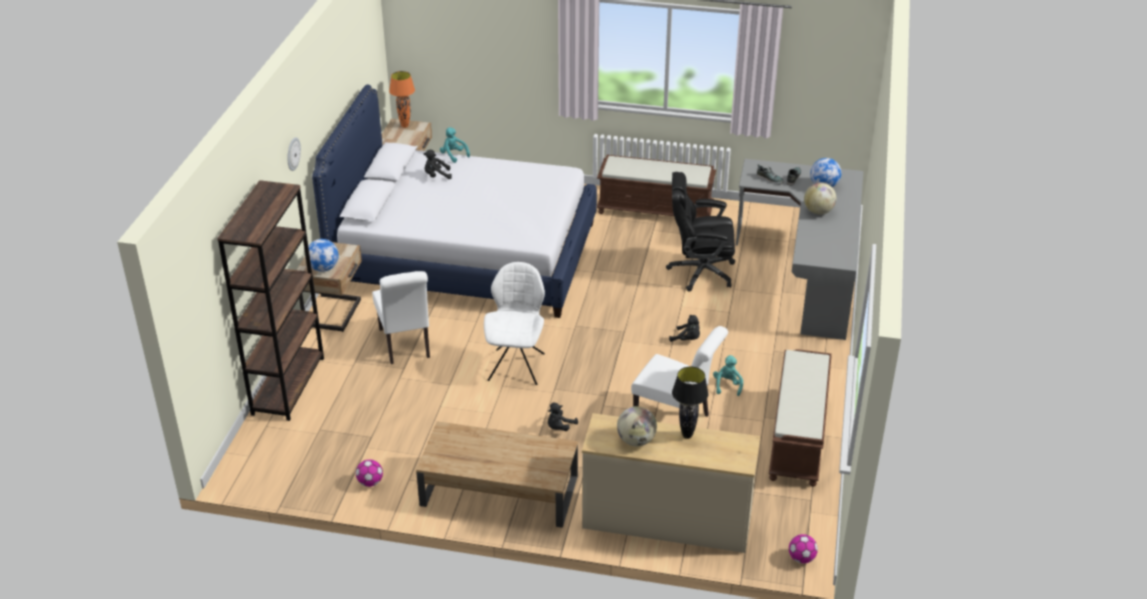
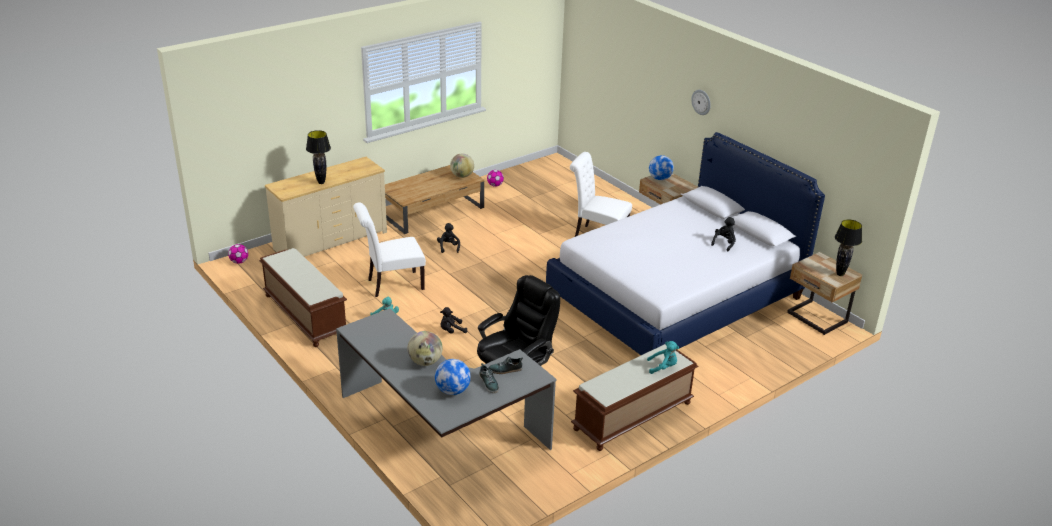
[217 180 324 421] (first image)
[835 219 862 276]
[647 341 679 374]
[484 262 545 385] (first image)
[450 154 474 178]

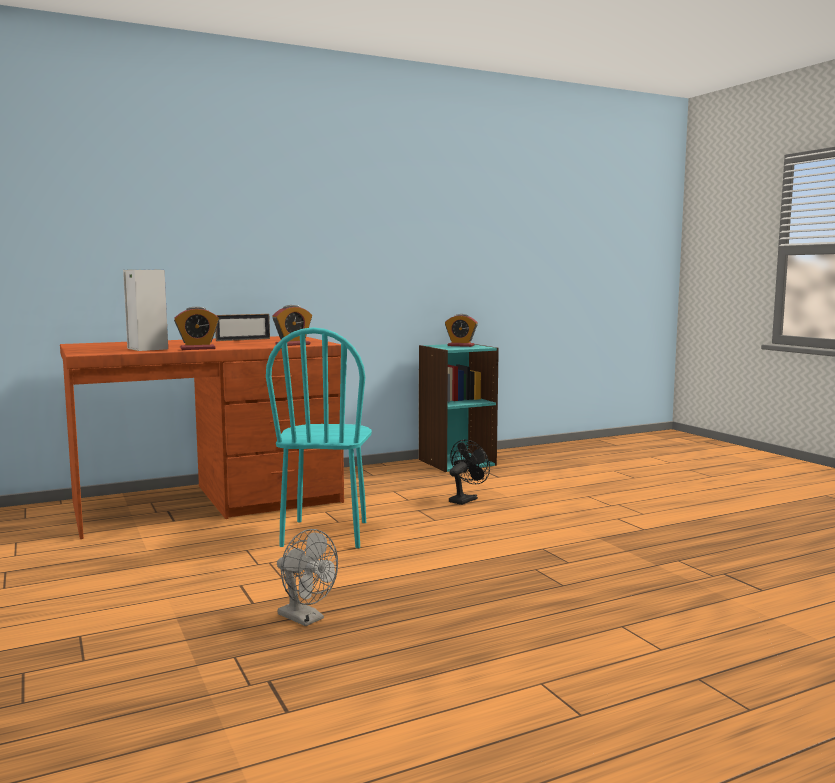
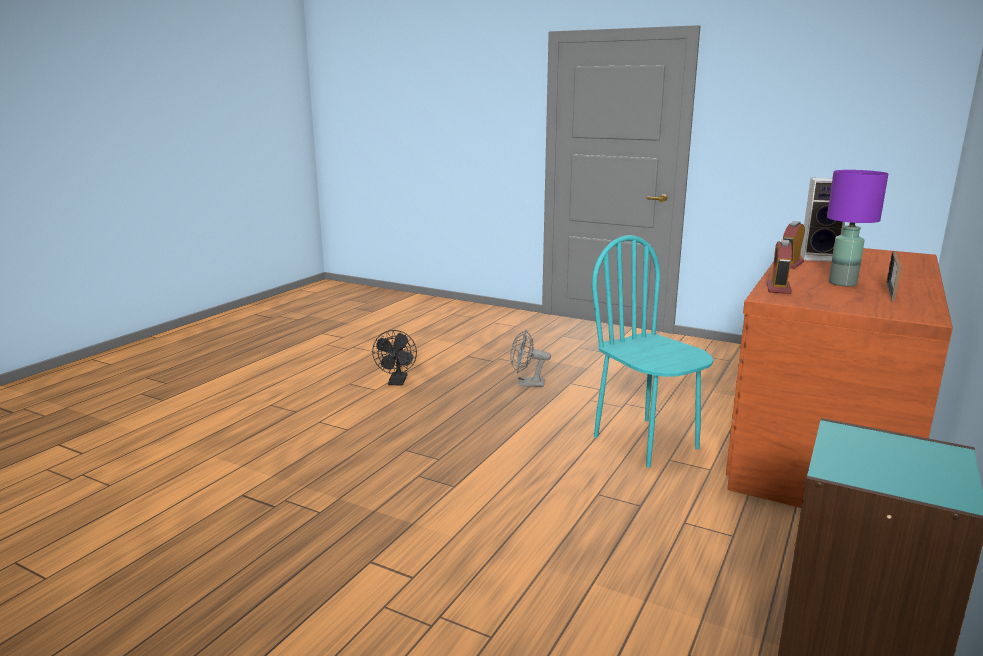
[445 314 478 347] (first image)
[372 330 417 386]
[827 170 888 286]

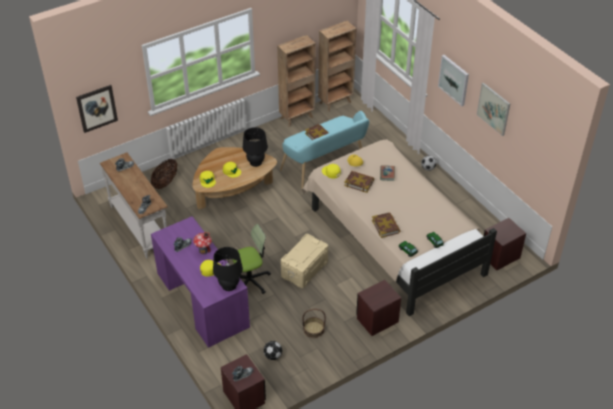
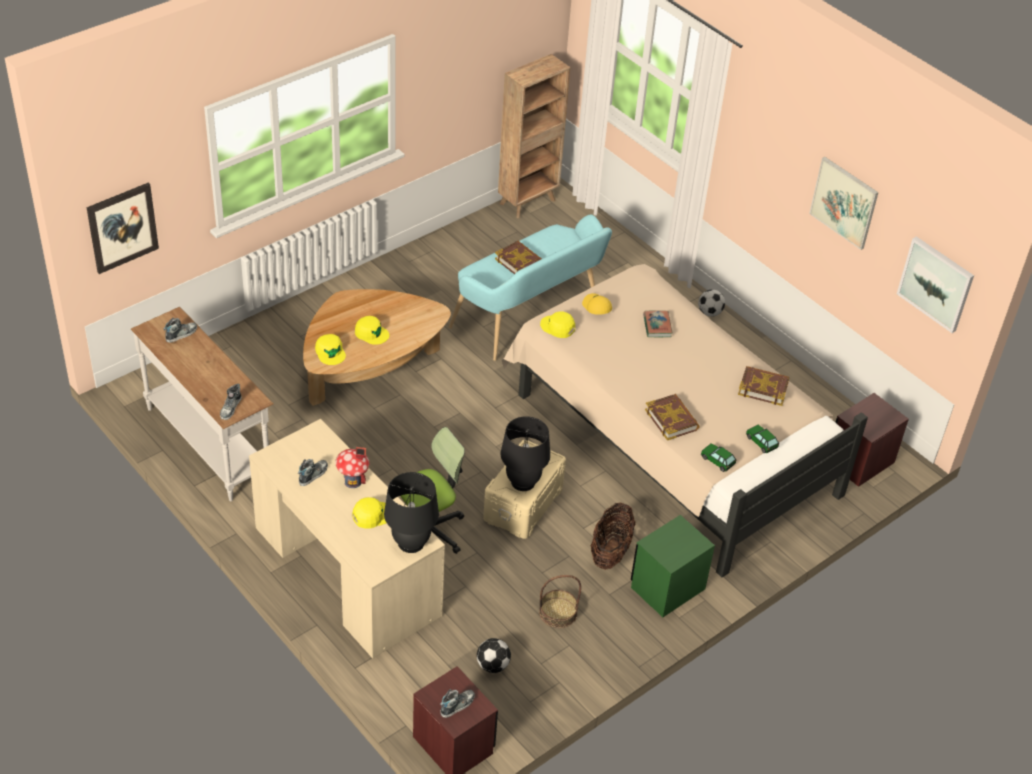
[591 502 635 570]
[249 419 445 658]
[501 416 550 491]
[277 35 316 127] (first image)
[738 366 790 406]
[631 515 715 617]
[897 236 974 333]

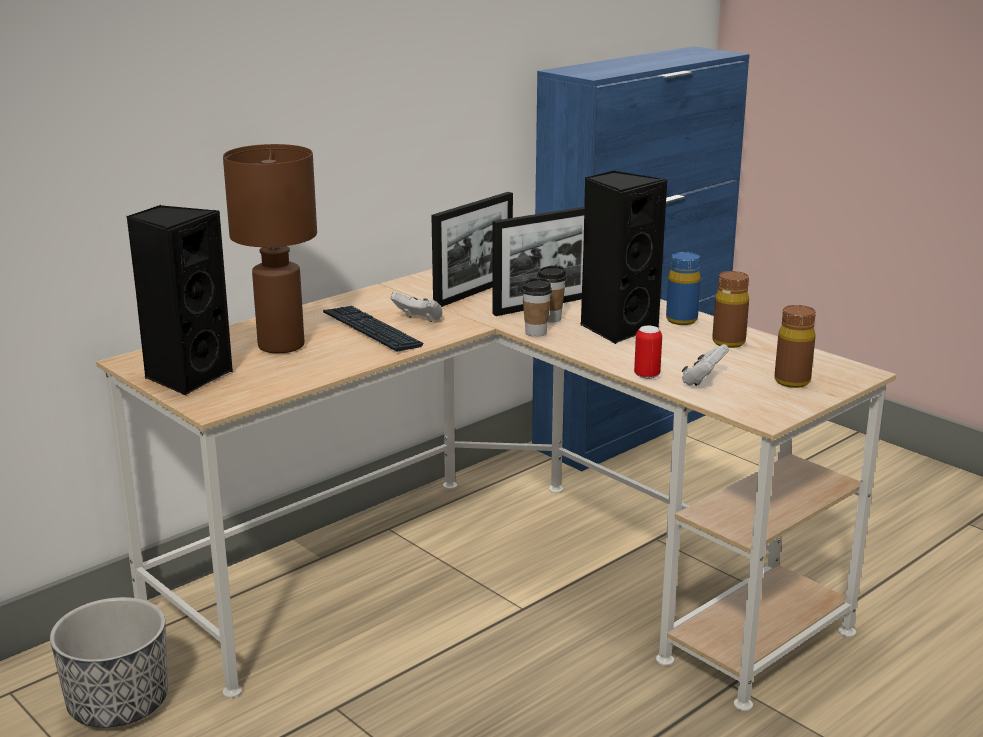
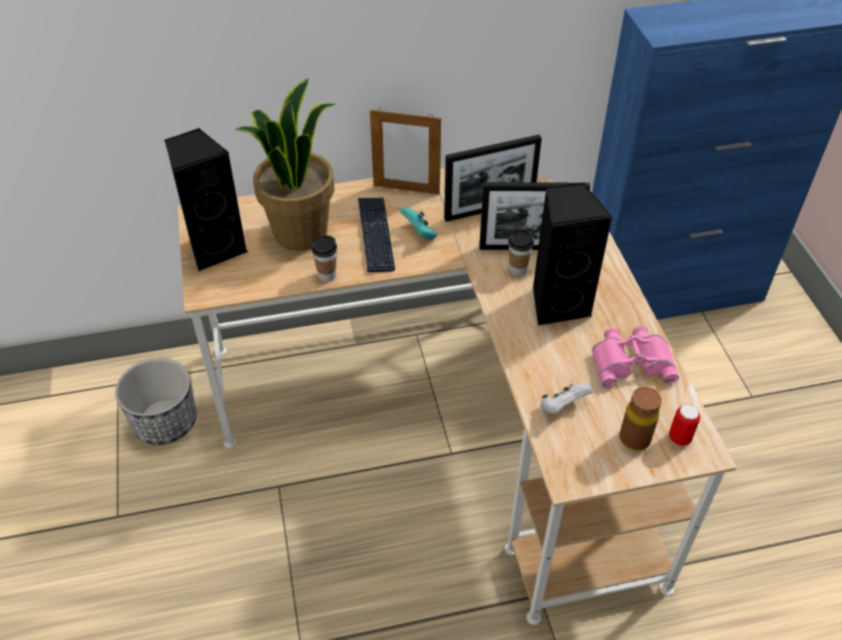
[235 79 335 251]
[400 207 437 240]
[311 235 337 282]
[669 404 700 446]
[666 252 701 325] (first image)
[592 326 679 388]
[370 108 441 194]

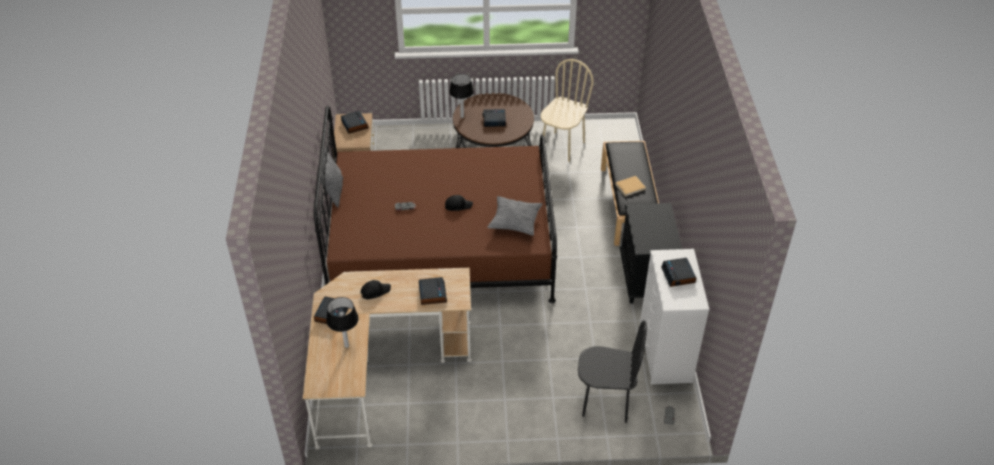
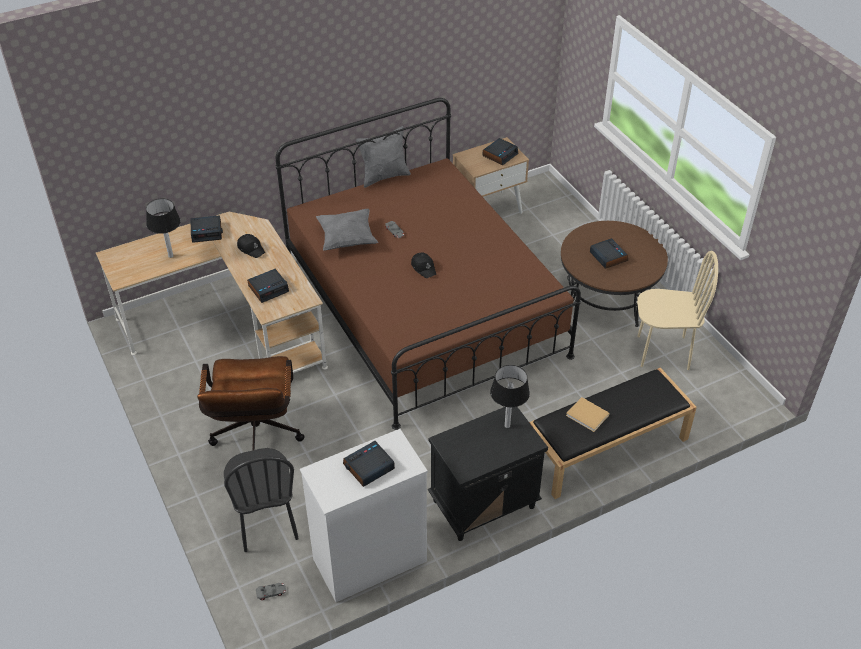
[490 365 530 428]
[316 209 378 250]
[197 356 305 450]

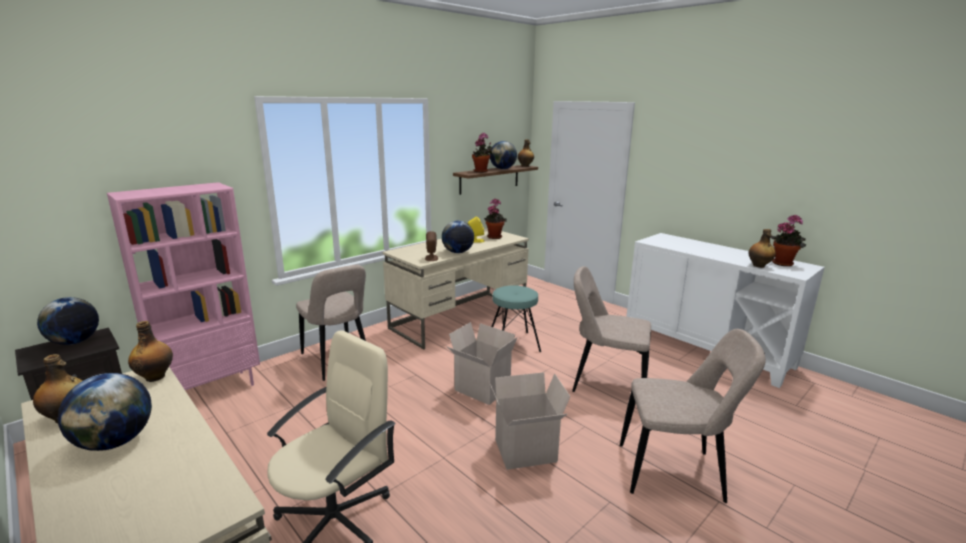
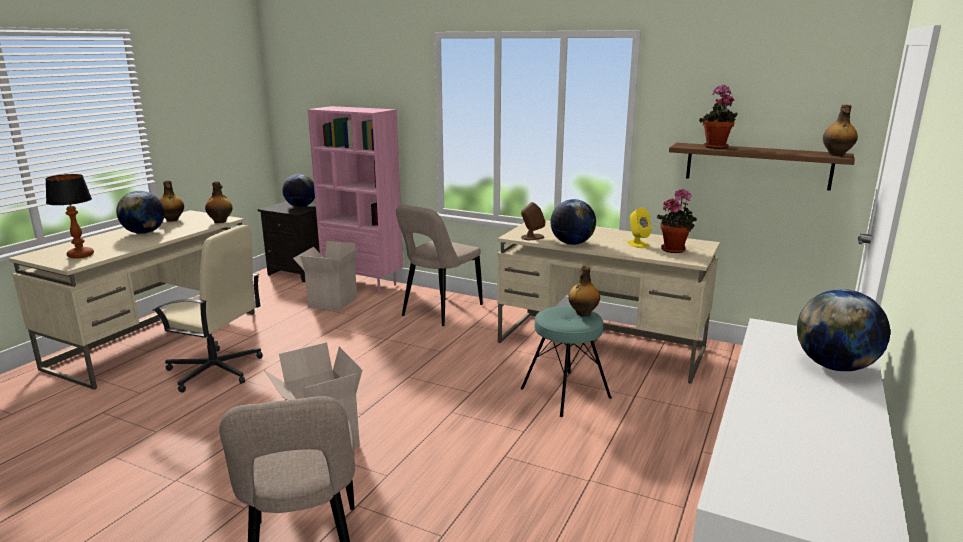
[293 241 359 311]
[797 289 890 371]
[572 266 651 392] (first image)
[568 266 600 316]
[770 214 806 266] (first image)
[46 174 94 259]

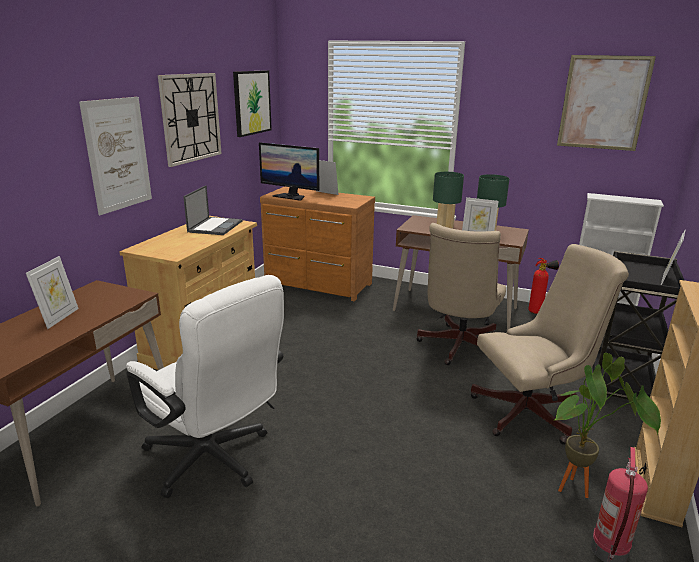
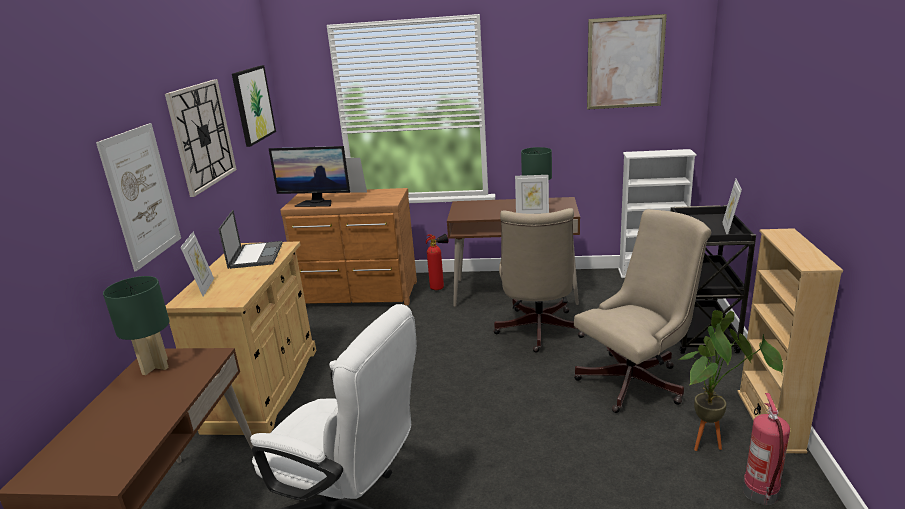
[180 231 214 297]
[103 276 170 375]
[426 234 449 290]

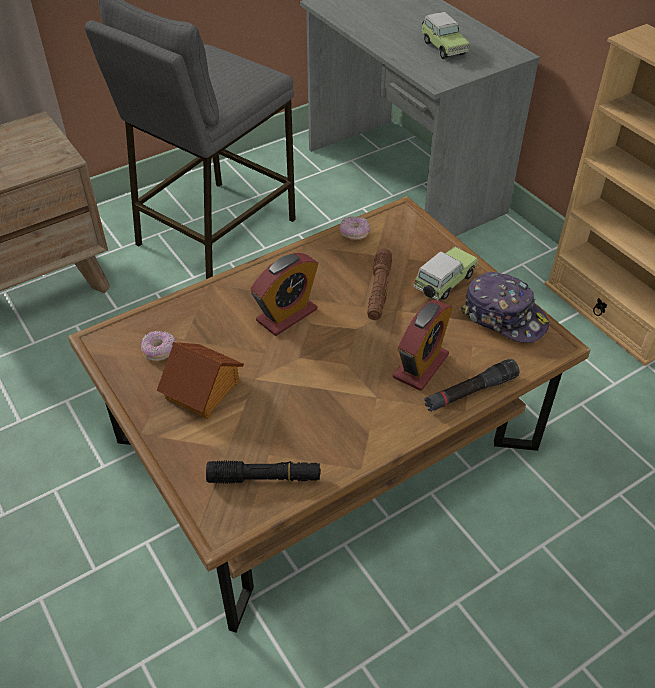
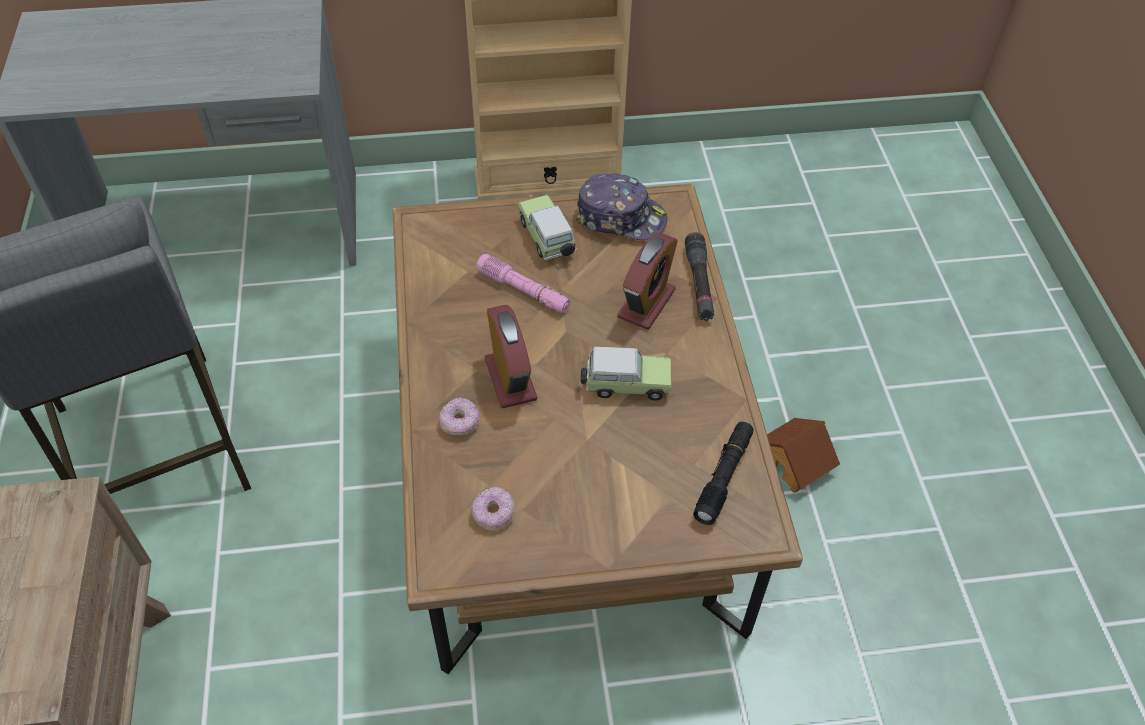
[767 418 840 493]
[439 397 480 436]
[476 254 570 313]
[617 233 678 330]
[581 347 671 401]
[576 173 667 240]

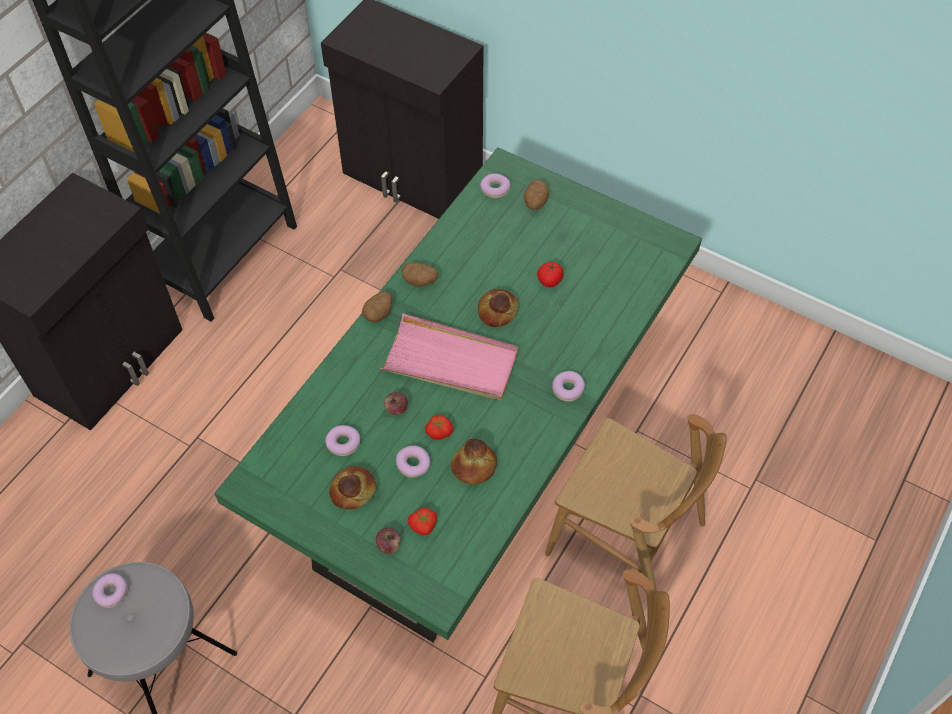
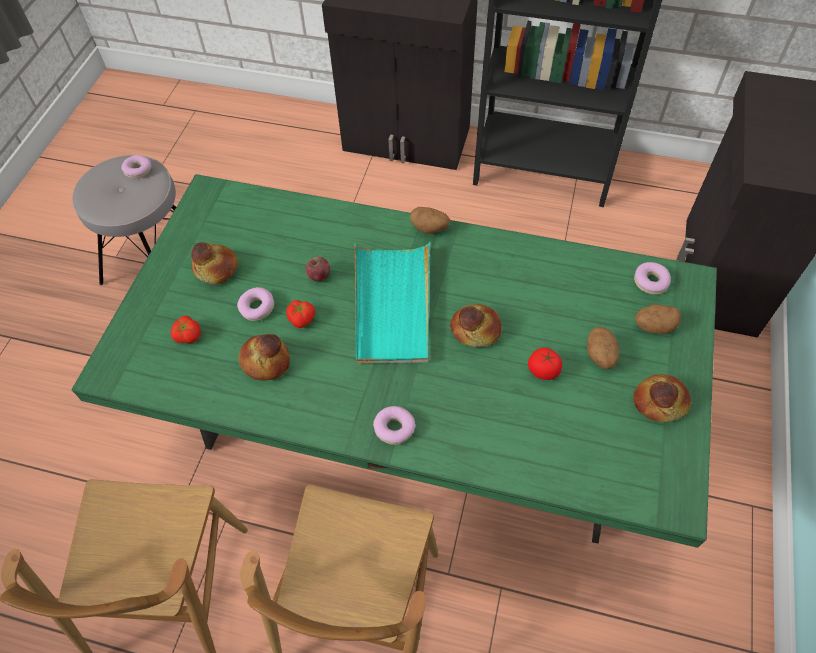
[325 425 360 456] (first image)
[376 528 401 554] (first image)
[355 242 430 363]
[587 327 619 369]
[633 374 691 422]

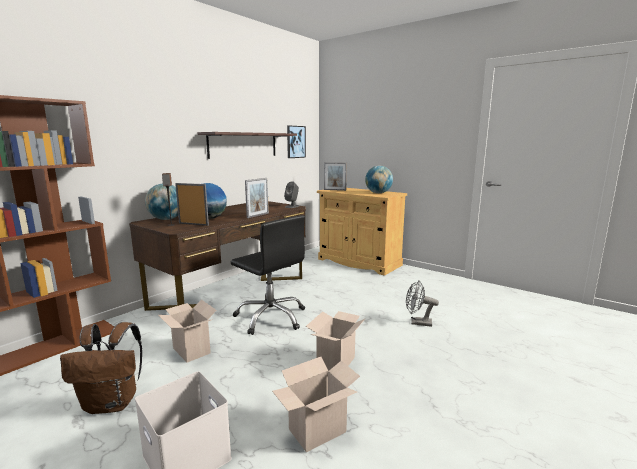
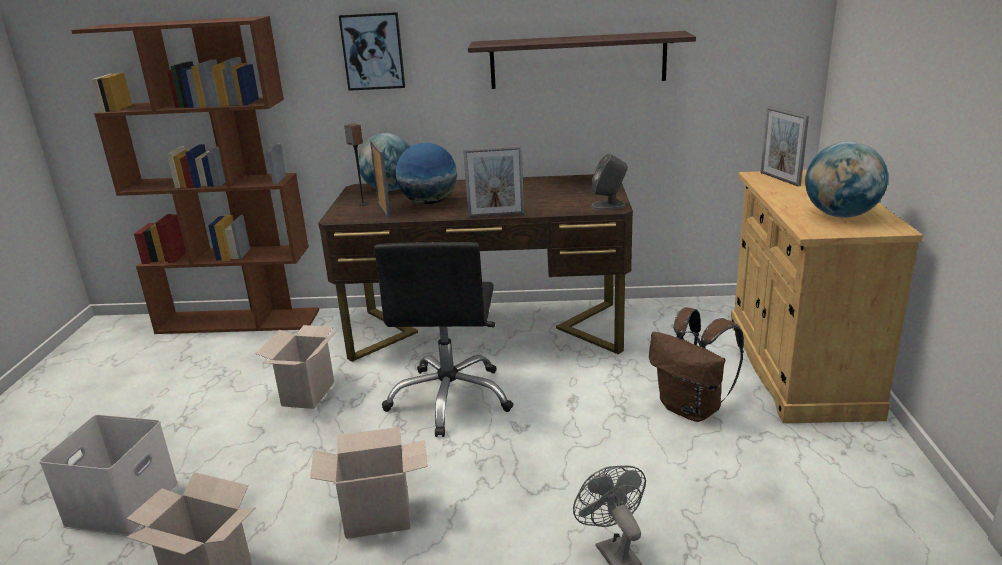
[649 308 744 422]
[339 12 405 91]

